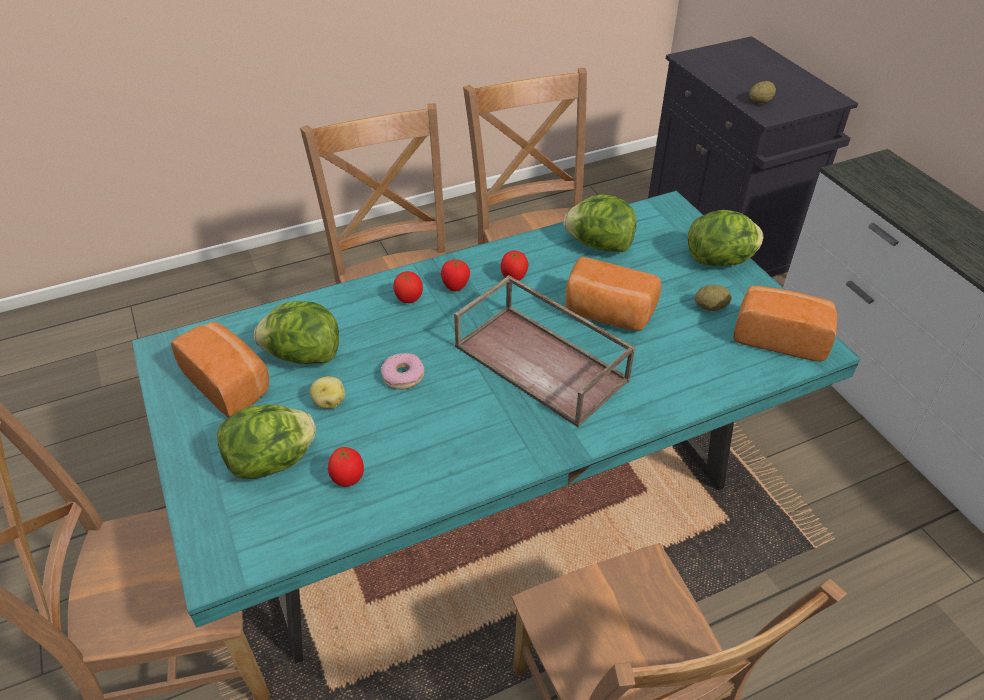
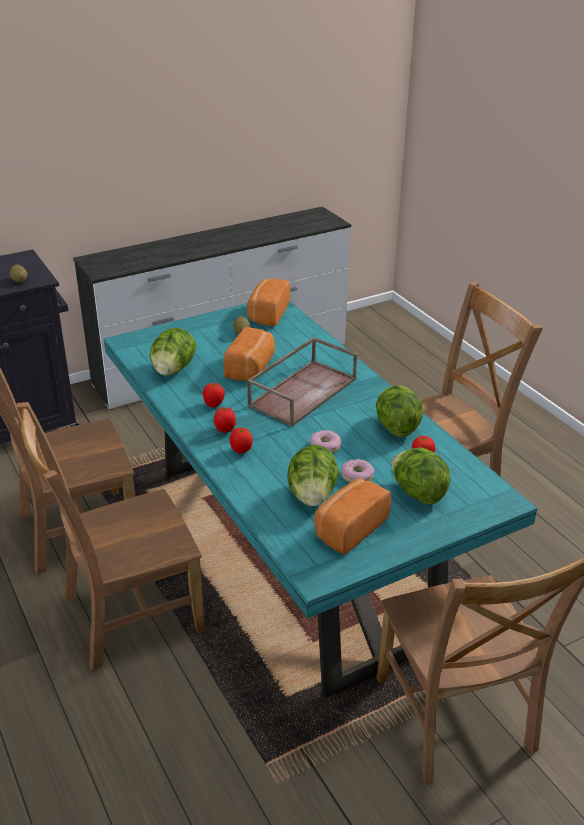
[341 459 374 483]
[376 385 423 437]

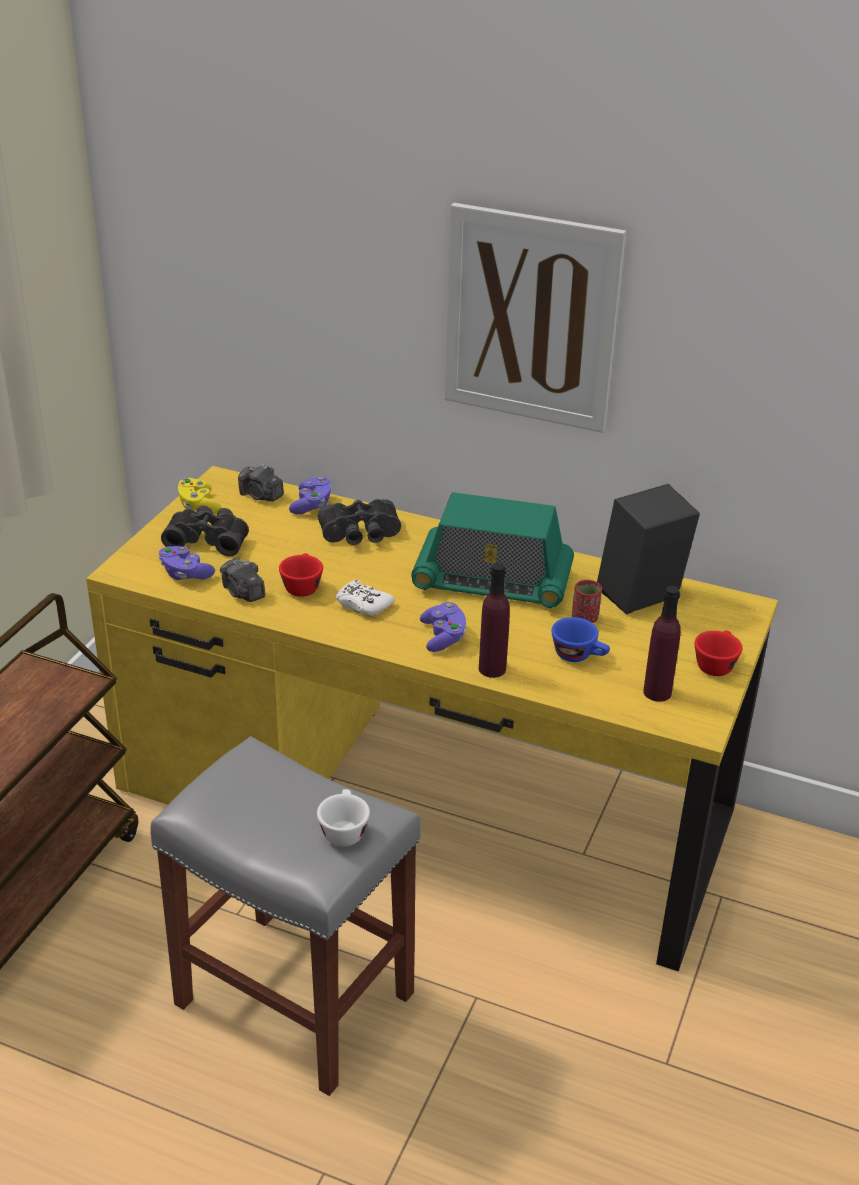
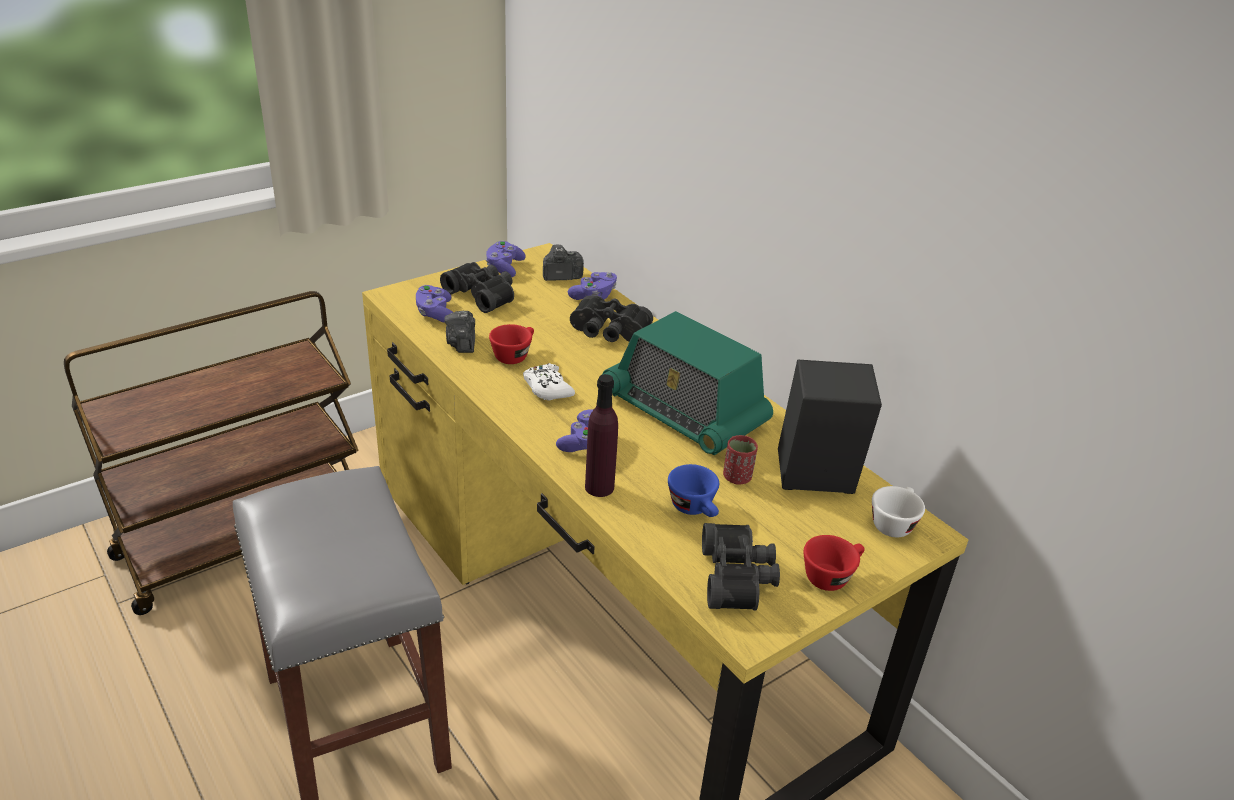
[485 240 526 277]
[543 245 584 281]
[872 486 925 537]
[445 203 626 433] (first image)
[702 523 780 610]

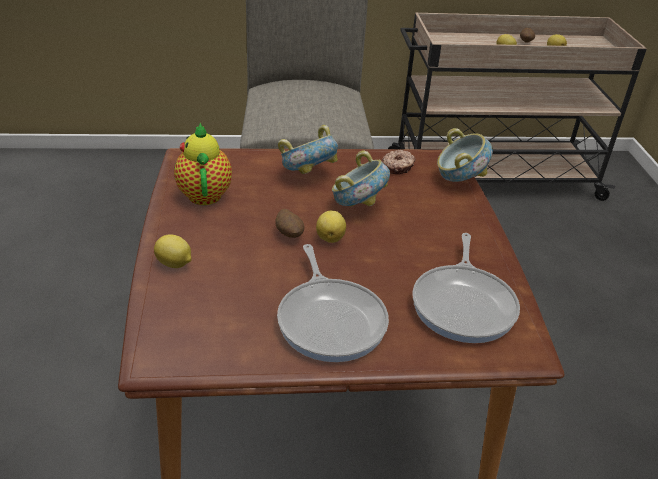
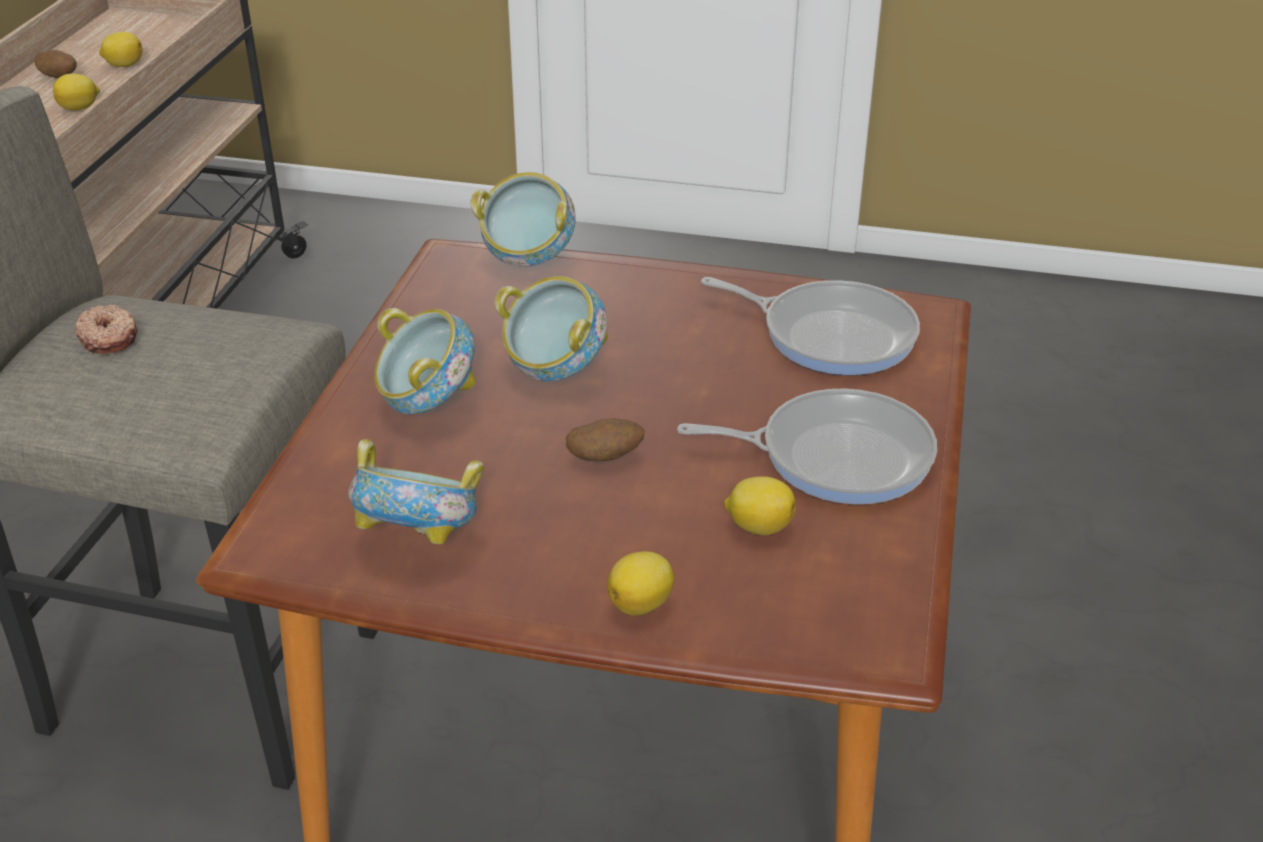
[348 439 484 544]
[724 476 796 535]
[75 305 138 354]

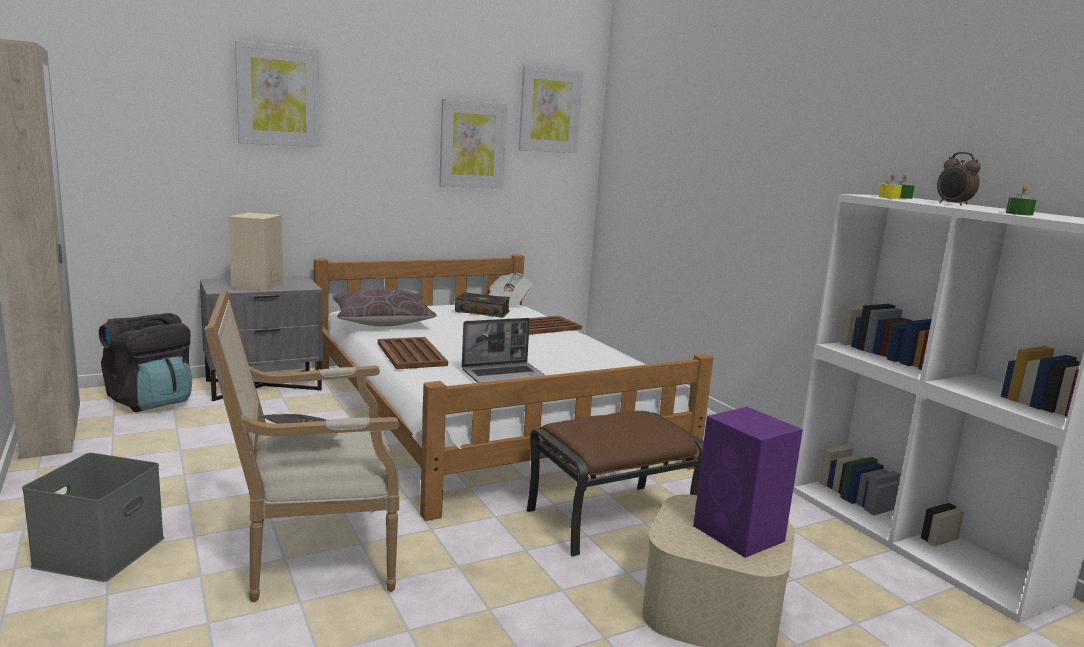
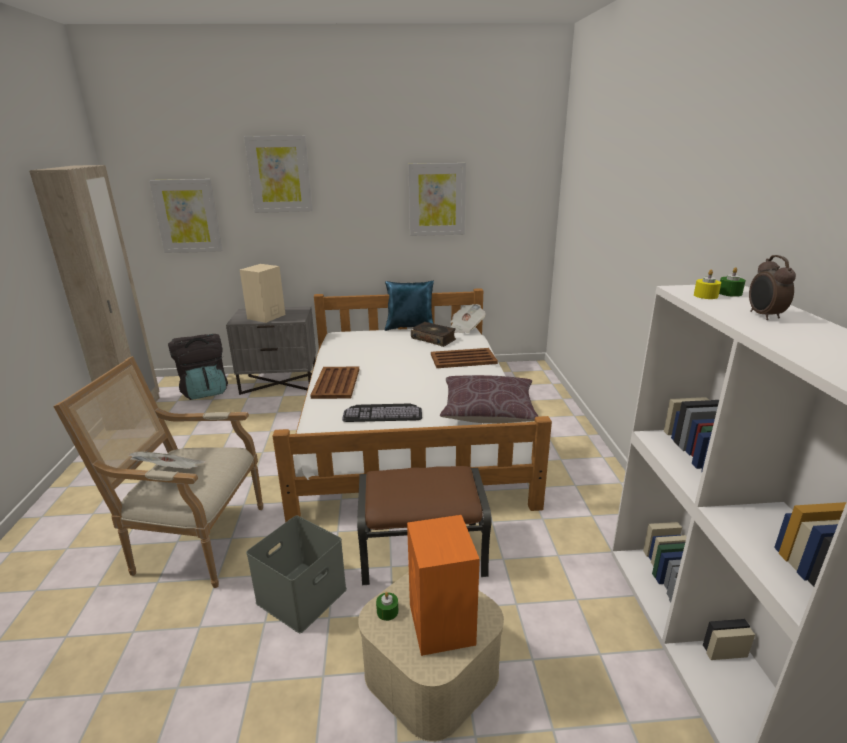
[246 515 347 633]
[440 375 539 424]
[342 403 422 422]
[149 179 223 253]
[407 515 480 656]
[376 592 399 621]
[385 281 434 331]

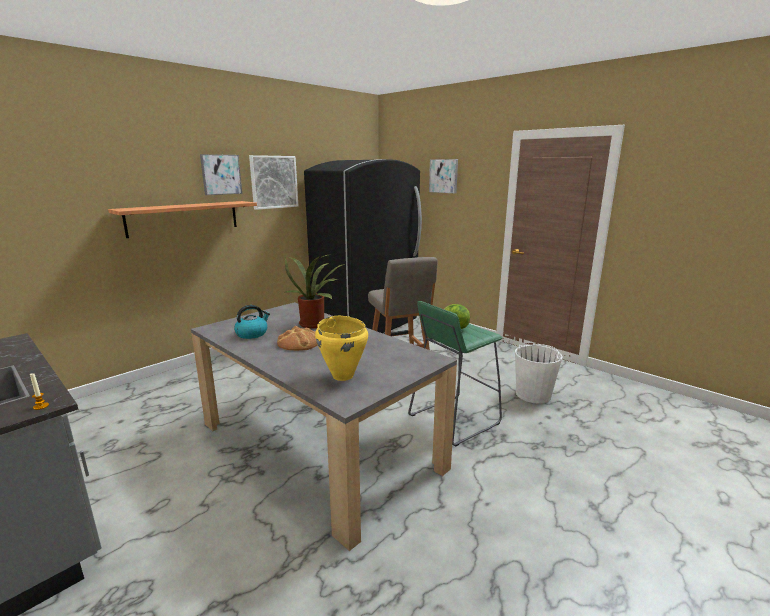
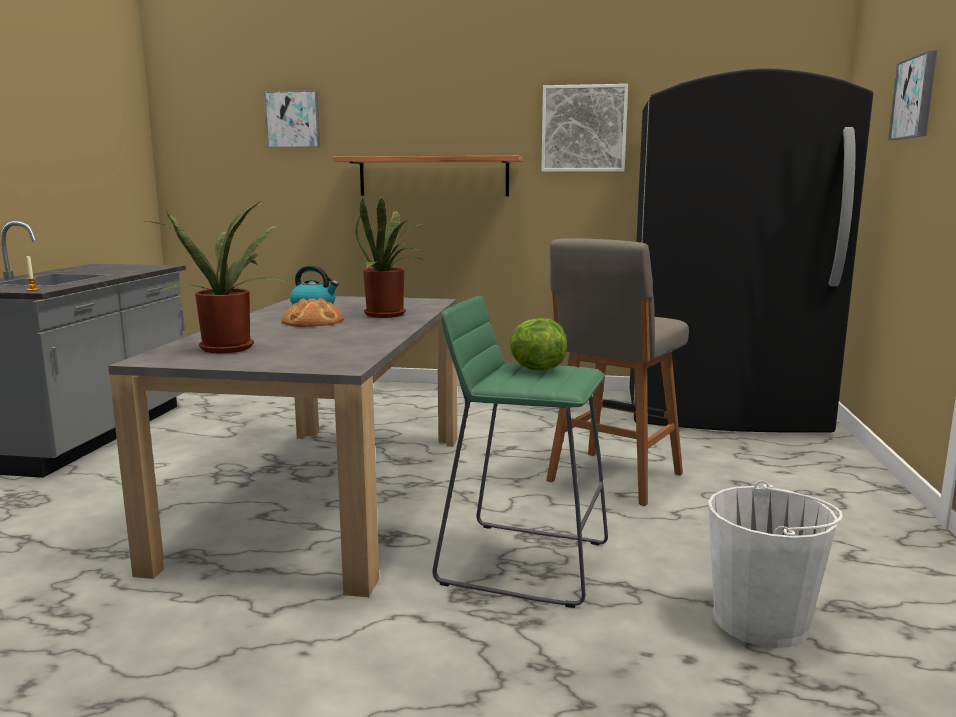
[264 90 320 148]
[145 201 288 353]

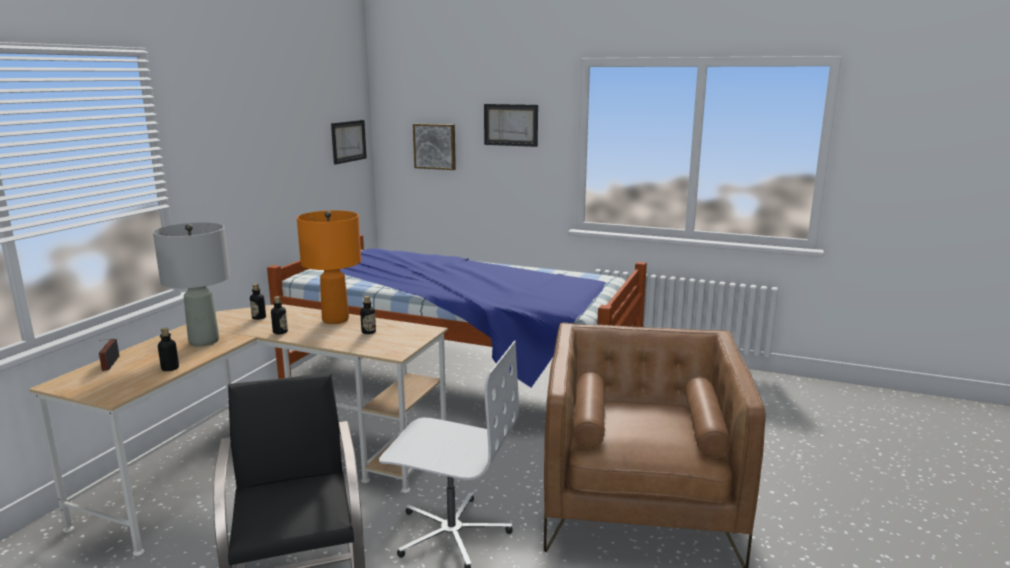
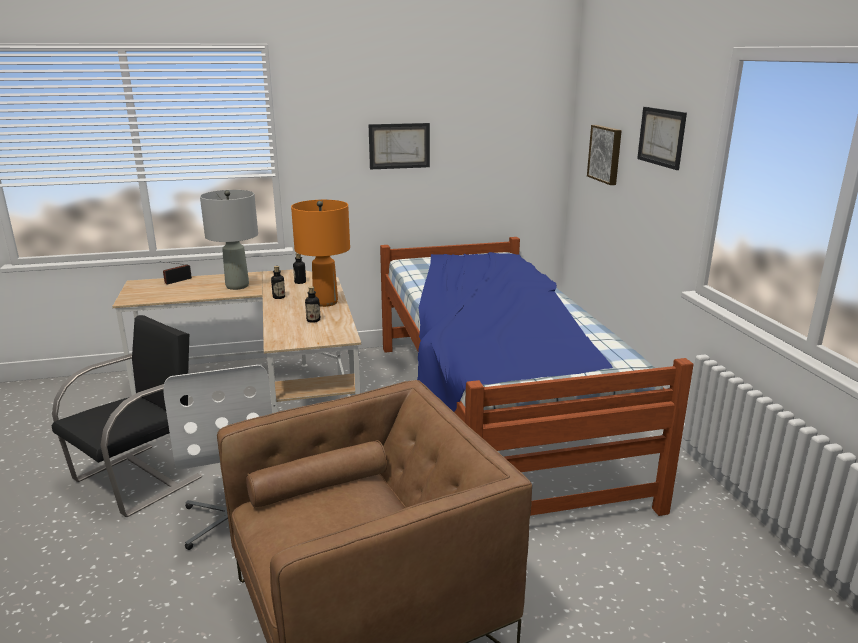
[158 328 179 371] (first image)
[368 123 430 169]

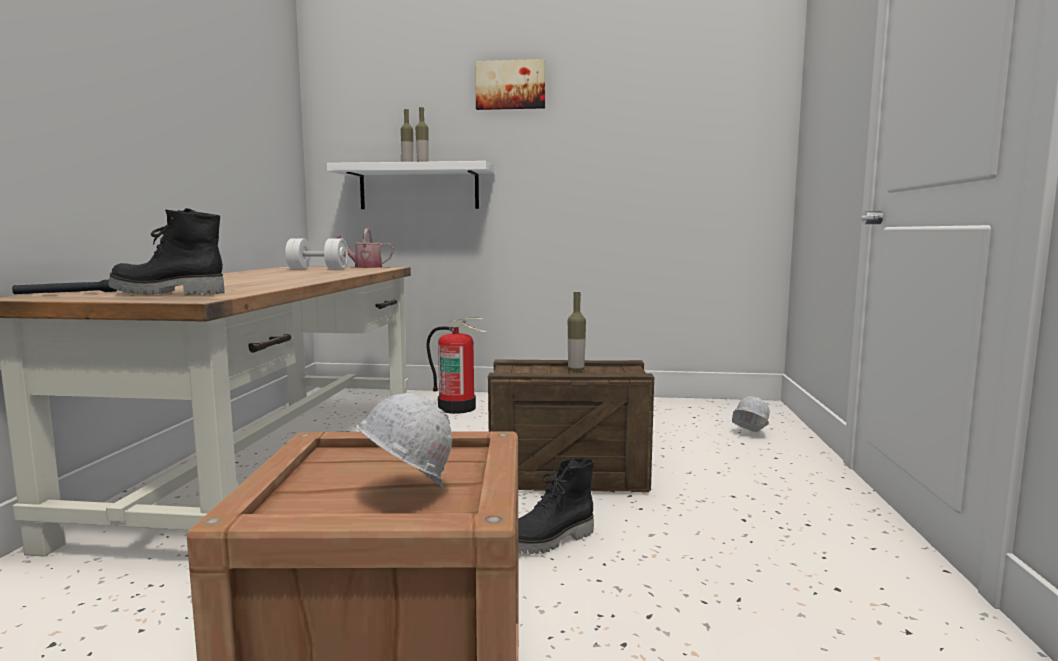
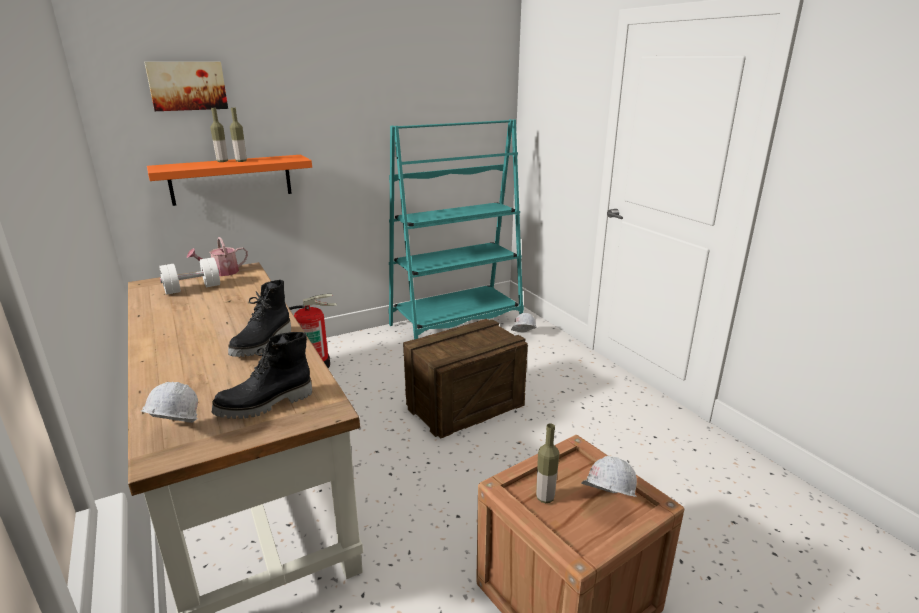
[141 382 198 423]
[147 155 312 206]
[144 62 228 111]
[228 280 291 357]
[536 423 559 503]
[388 119 524 339]

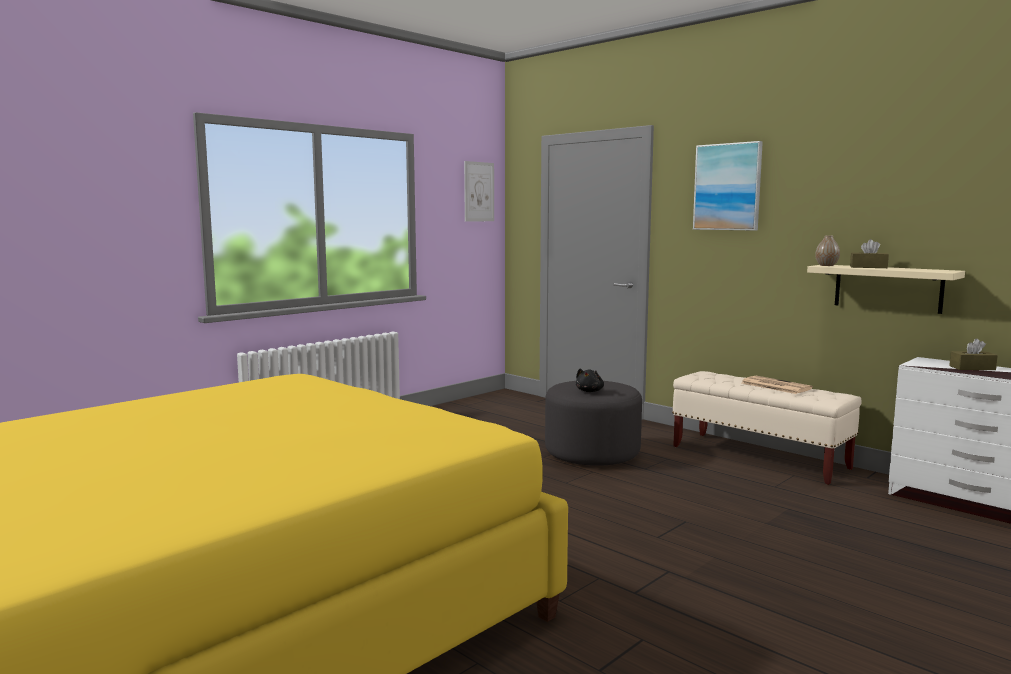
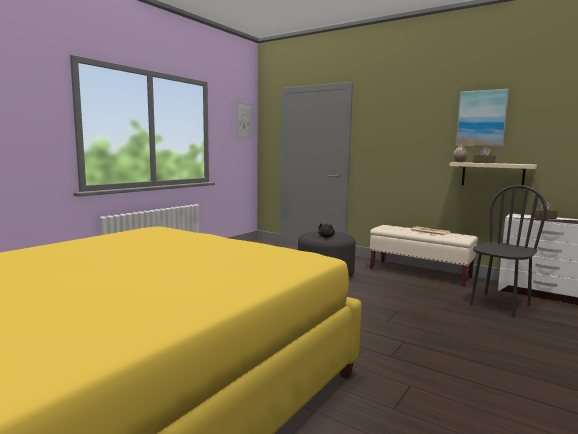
[456 89 509 147]
[470 185 547 317]

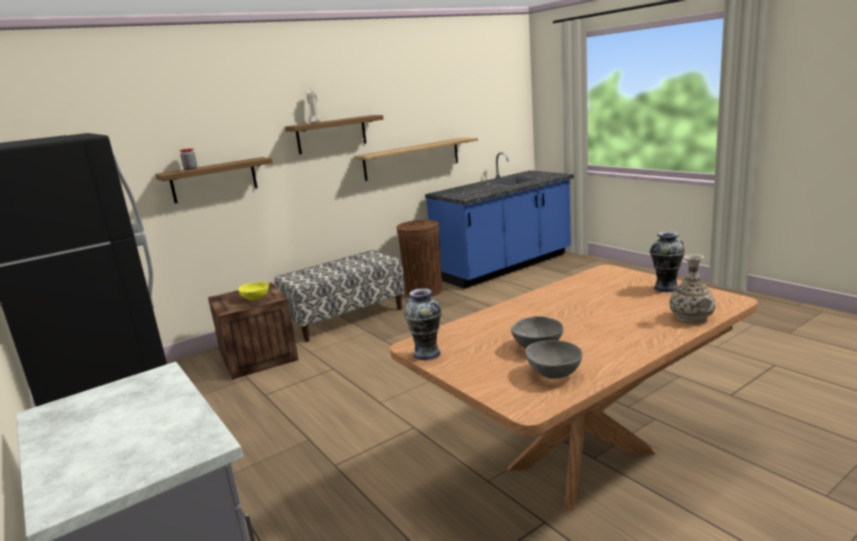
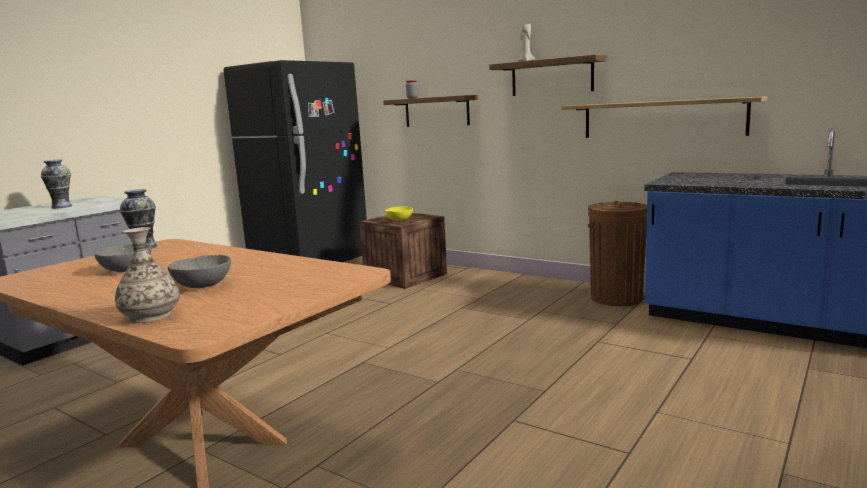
[274 250 404 342] (first image)
[168 255 231 288]
[41 159 72 209]

